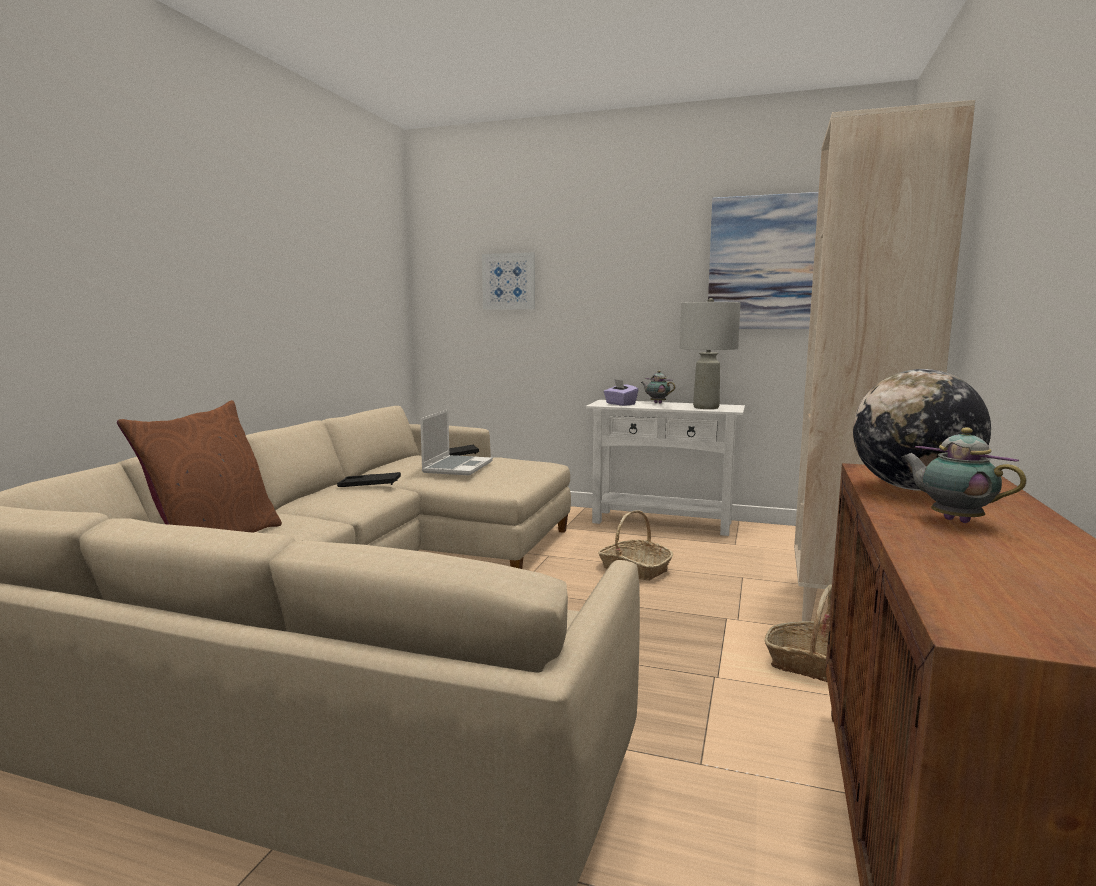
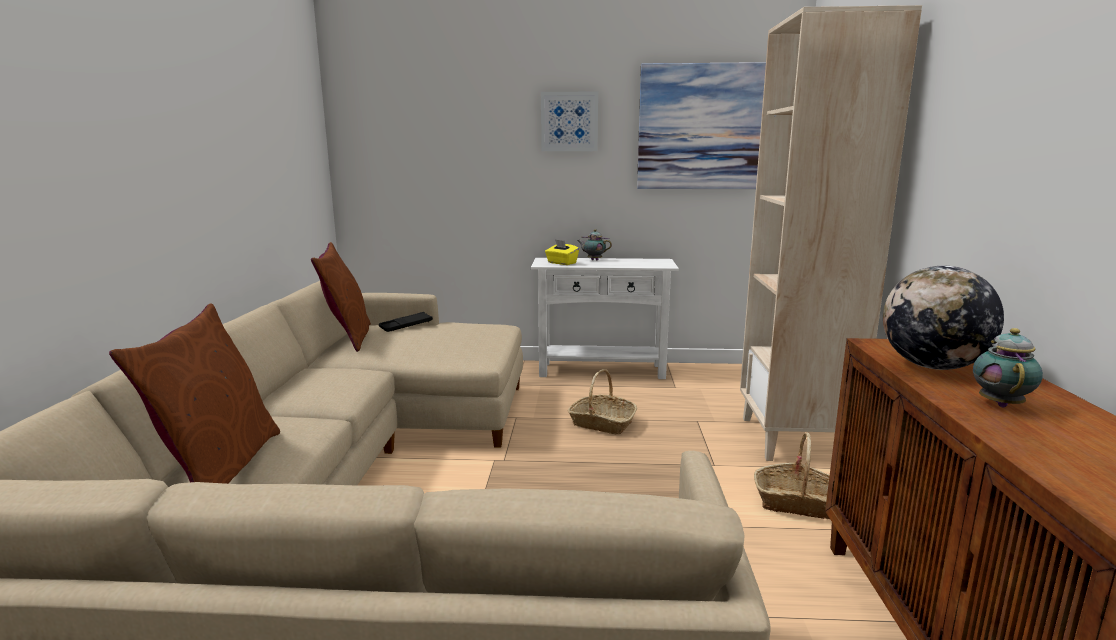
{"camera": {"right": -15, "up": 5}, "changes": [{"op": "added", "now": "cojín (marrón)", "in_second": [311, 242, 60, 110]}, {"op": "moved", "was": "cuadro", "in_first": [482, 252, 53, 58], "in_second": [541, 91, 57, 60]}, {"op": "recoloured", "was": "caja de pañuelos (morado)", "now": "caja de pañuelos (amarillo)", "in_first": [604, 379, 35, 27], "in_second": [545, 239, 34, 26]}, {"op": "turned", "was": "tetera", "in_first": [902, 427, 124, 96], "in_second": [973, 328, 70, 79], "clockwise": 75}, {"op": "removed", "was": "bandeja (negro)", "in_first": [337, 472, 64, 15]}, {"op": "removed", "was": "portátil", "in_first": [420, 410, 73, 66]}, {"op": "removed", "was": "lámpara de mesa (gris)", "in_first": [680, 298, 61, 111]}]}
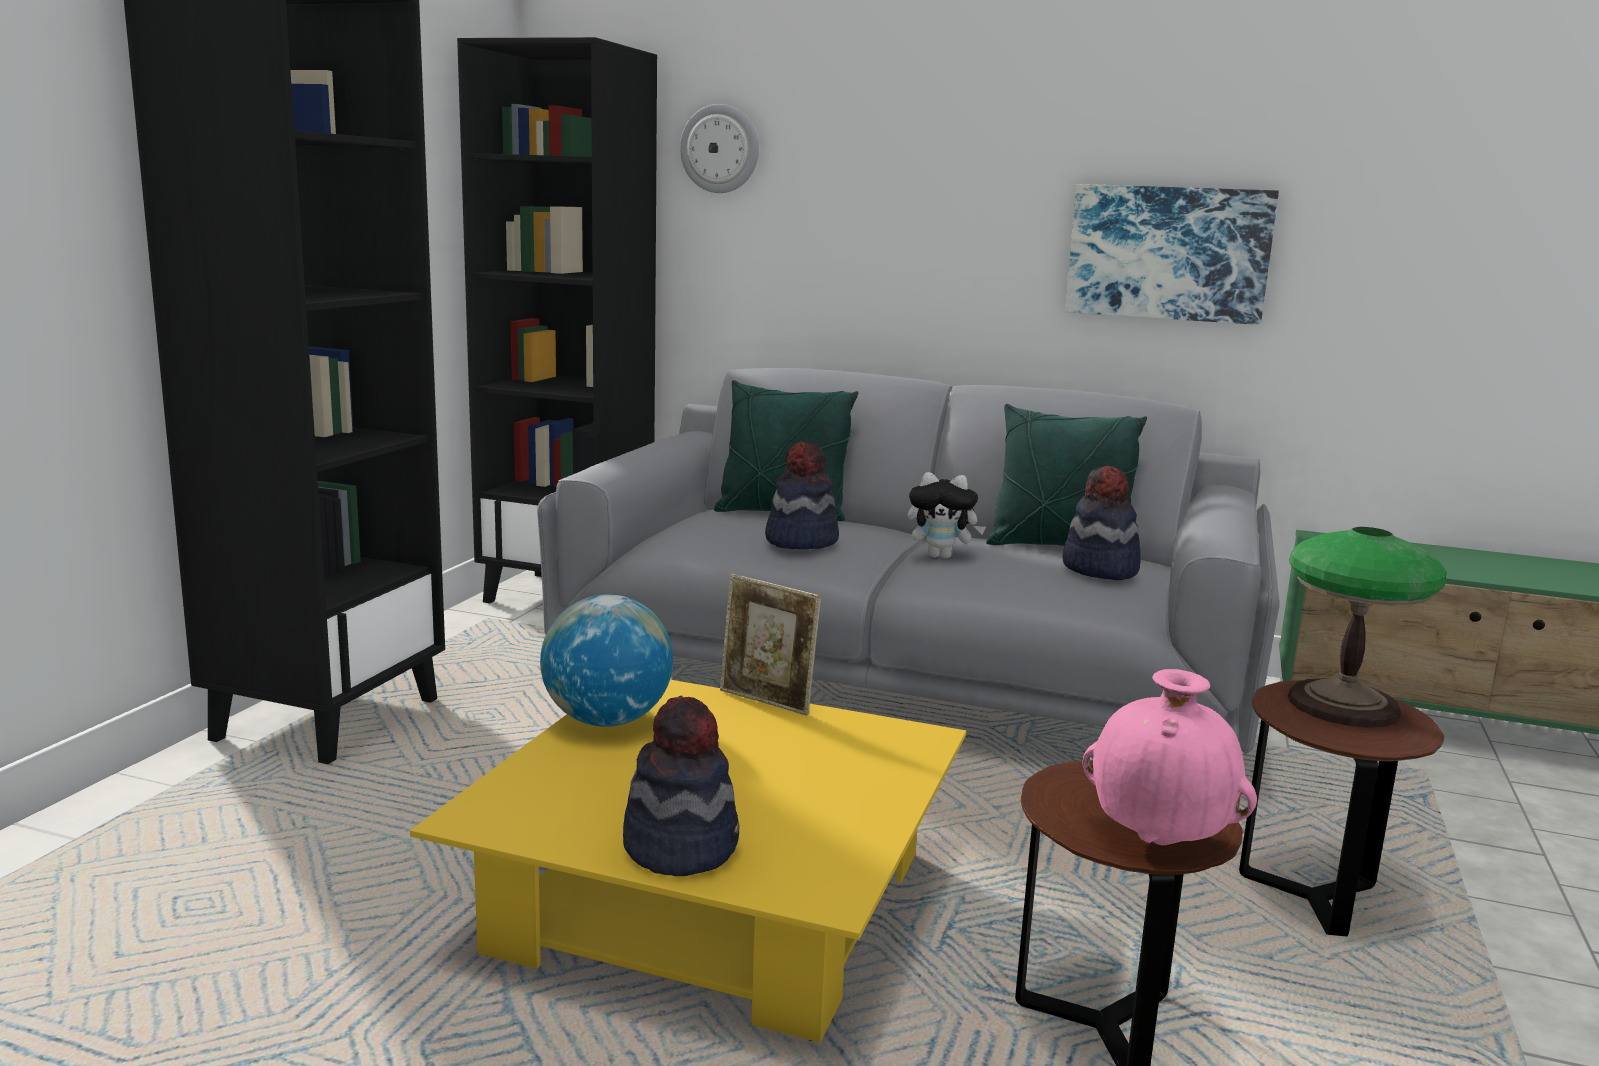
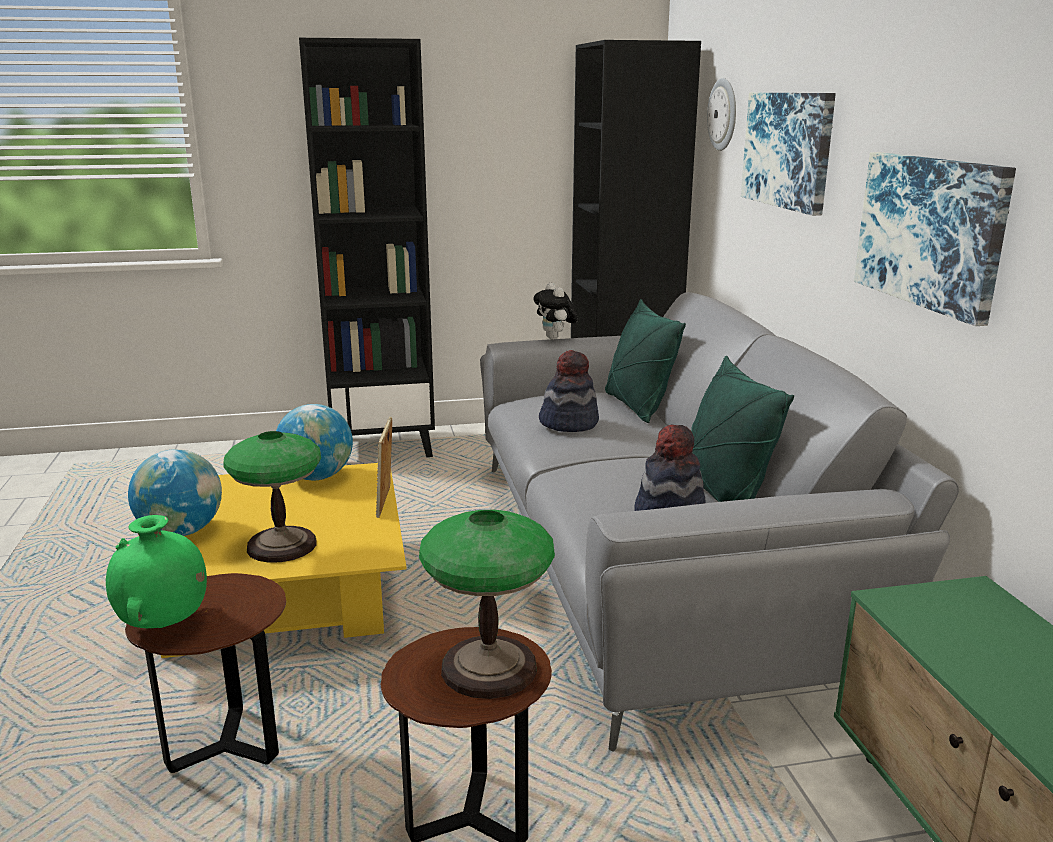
{"camera": {"right": 60, "up": 5}, "changes": [{"op": "recoloured", "was": "florero (rosa)", "now": "florero (verde)", "in_first": [1082, 669, 175, 176], "in_second": [106, 515, 101, 113]}, {"op": "replaced", "was": "sombrero", "now": "globo terráqueo", "in_first": [623, 696, 116, 180], "in_second": [128, 449, 94, 87]}, {"op": "added", "now": "lámpara de mesa", "in_second": [223, 431, 98, 132]}, {"op": "moved", "was": "peluche", "in_first": [908, 472, 78, 87], "in_second": [533, 283, 45, 57]}, {"op": "added", "now": "cuadro", "in_second": [741, 93, 95, 123]}]}
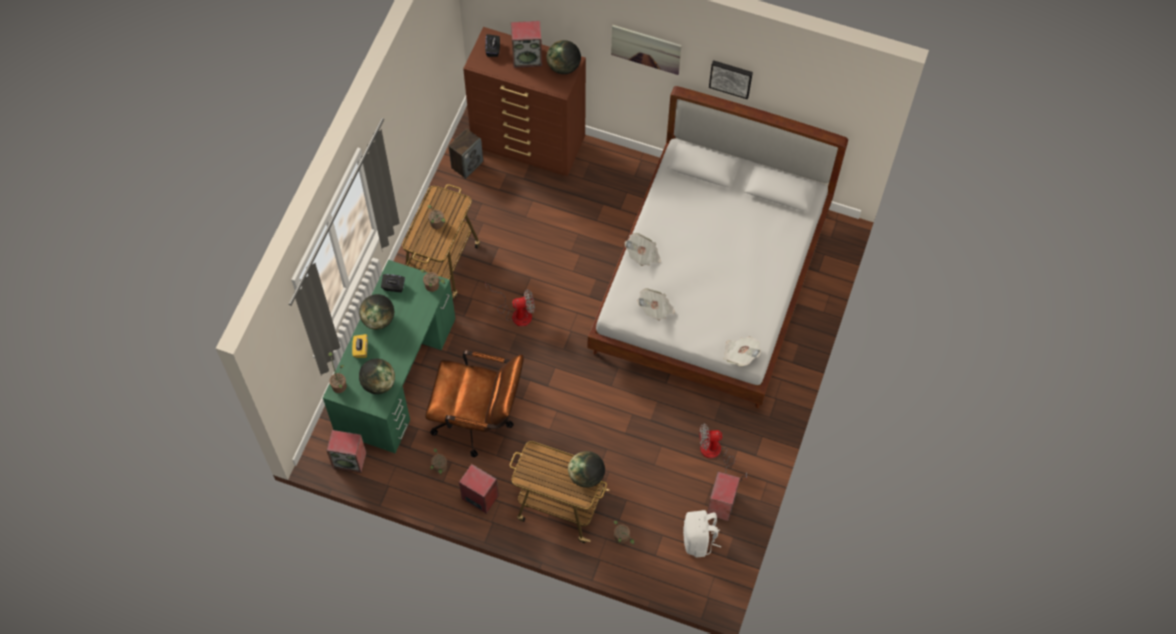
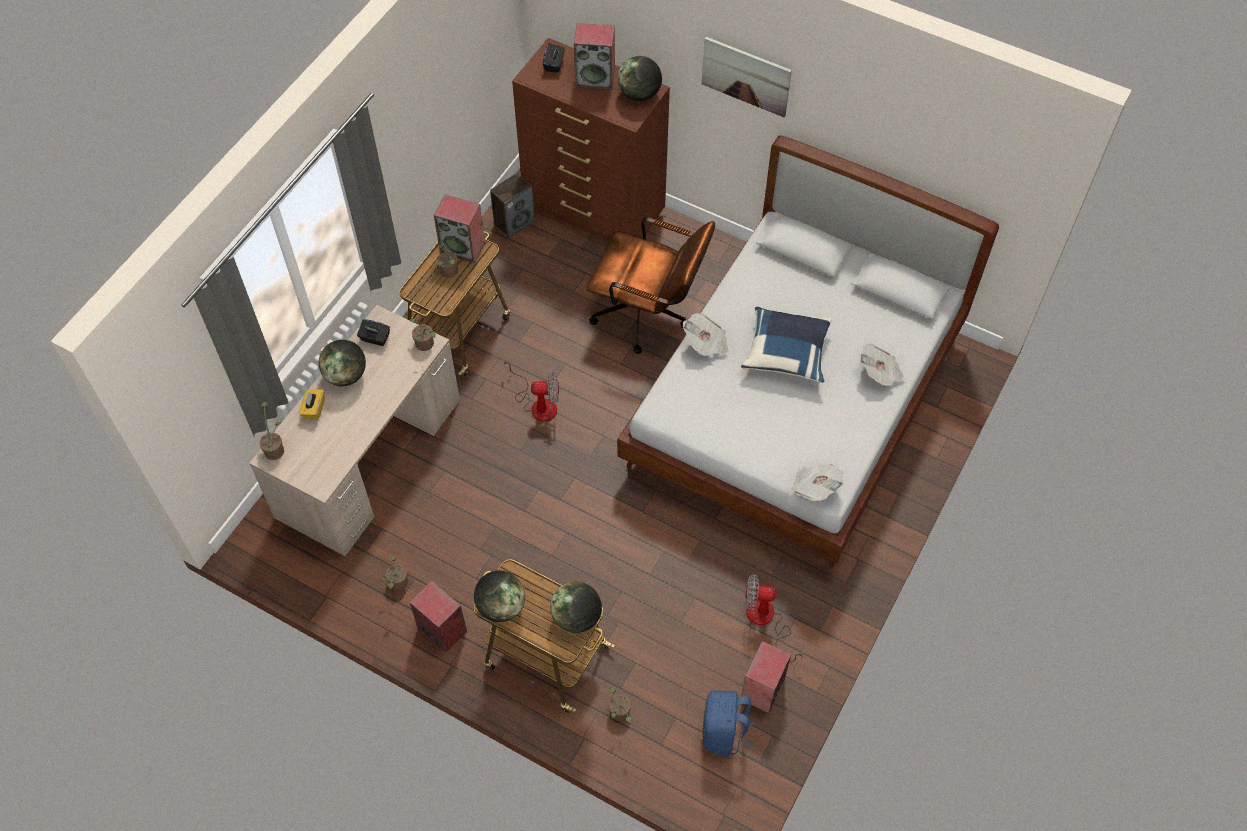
{"camera": {"right": 10, "up": -5}, "changes": [{"op": "recoloured", "was": "escritorio (verde)", "now": "escritorio (beis)", "in_first": [323, 260, 133, 193], "in_second": [249, 305, 211, 251]}, {"op": "moved", "was": "altavoz", "in_first": [326, 430, 41, 43], "in_second": [434, 194, 51, 69]}, {"op": "moved", "was": "globo terráqueo", "in_first": [359, 359, 36, 35], "in_second": [474, 571, 51, 51]}, {"op": "moved", "was": "silla de oficina (marrón)", "in_first": [425, 350, 99, 107], "in_second": [586, 217, 129, 137]}, {"op": "recoloured", "was": "mochila (blanco)", "now": "mochila (azul)", "in_first": [683, 510, 38, 47], "in_second": [703, 691, 52, 66]}, {"op": "added", "now": "cojín (azul)", "in_second": [741, 307, 91, 76]}, {"op": "moved", "was": "periódico", "in_first": [637, 288, 38, 33], "in_second": [858, 344, 48, 42]}, {"op": "removed", "was": "cuadro", "in_first": [709, 60, 44, 39]}]}
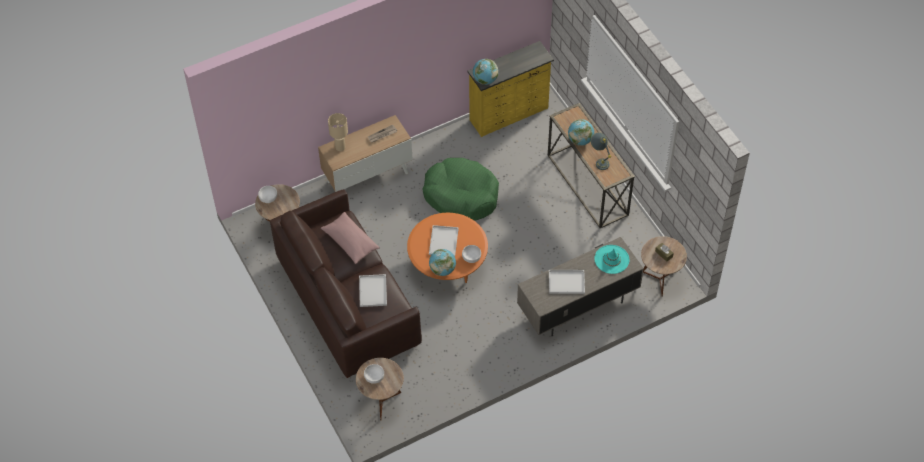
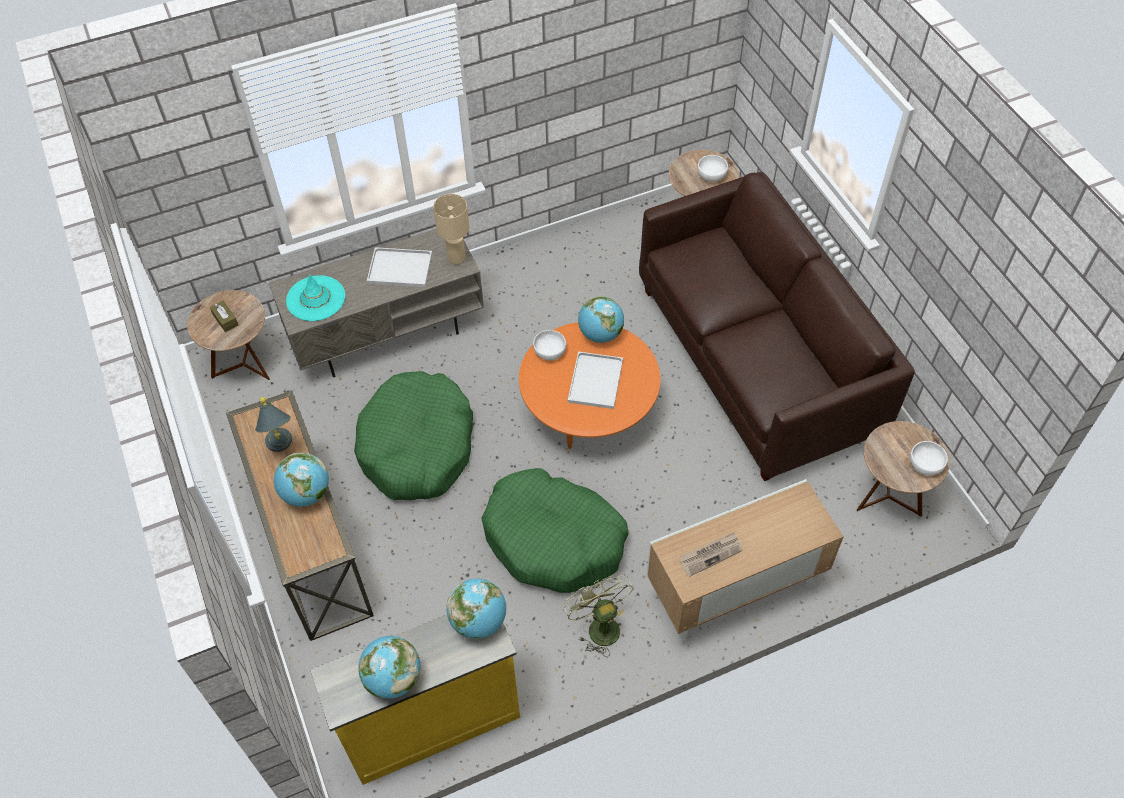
{"camera": {"right": -175, "up": 0}, "changes": [{"op": "added", "now": "cama para perro (verde)", "in_second": [354, 371, 119, 129]}, {"op": "added", "now": "globo terráqueo", "in_second": [358, 636, 63, 63]}, {"op": "moved", "was": "lámpara de mesa (beis)", "in_first": [328, 113, 20, 38], "in_second": [433, 194, 36, 71]}, {"op": "added", "now": "ventilador (verde)", "in_second": [564, 574, 70, 83]}, {"op": "removed", "was": "cojín (rosa)", "in_first": [321, 212, 59, 52]}, {"op": "removed", "was": "bandeja (blanco)", "in_first": [359, 274, 28, 33]}]}
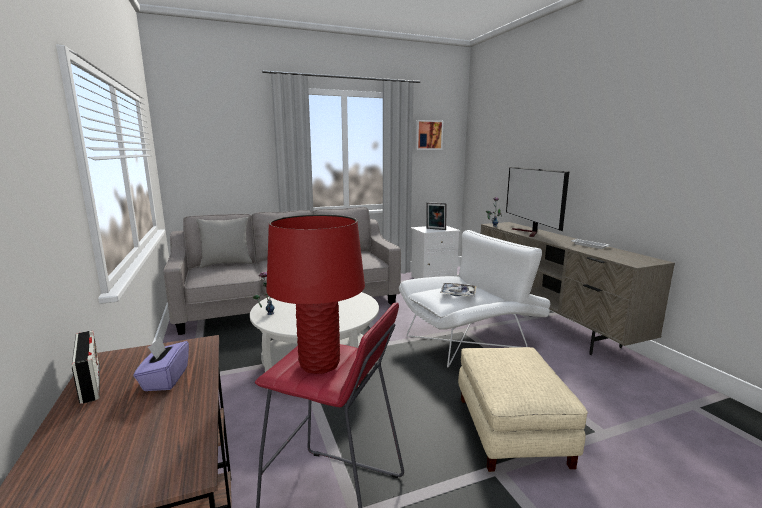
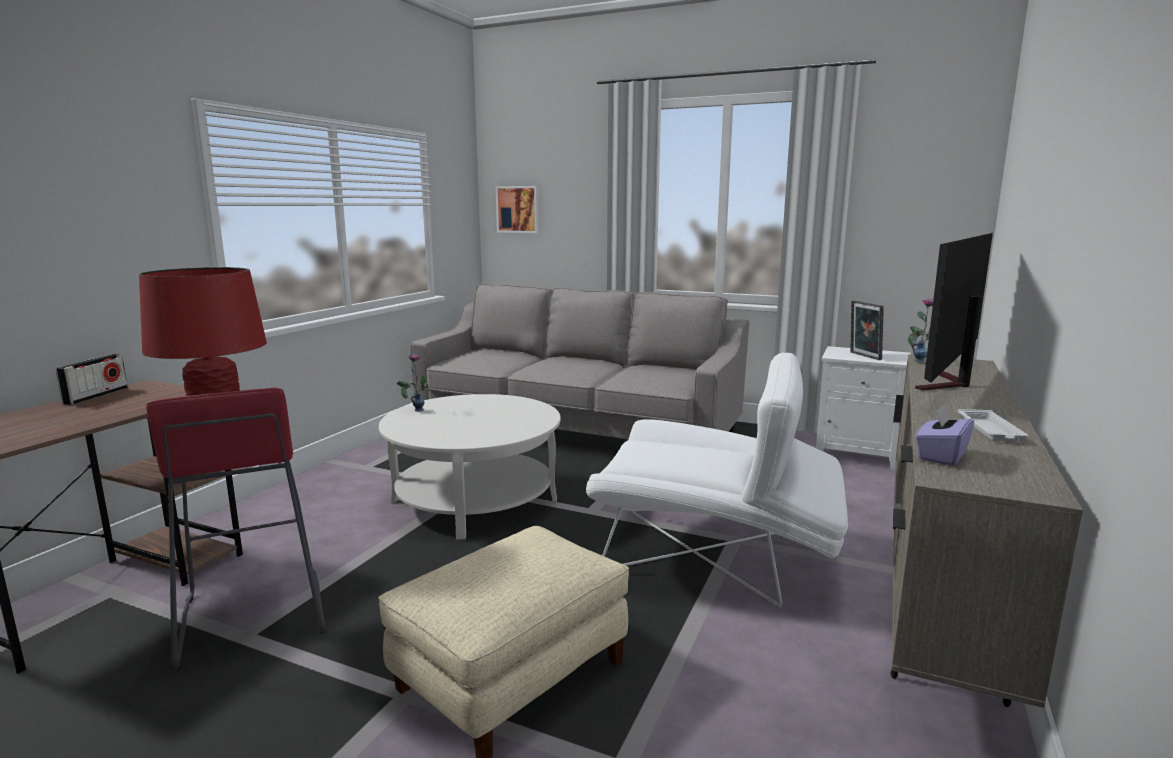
{"camera": {"right": 45, "up": 0}, "changes": [{"op": "moved", "was": "cuadro", "in_first": [416, 120, 27, 30], "in_second": [496, 186, 43, 47]}, {"op": "moved", "was": "caja de pañuelos (morado)", "in_first": [134, 337, 55, 54], "in_second": [915, 404, 59, 62]}, {"op": "removed", "was": "cojín (gris)", "in_first": [196, 217, 56, 51]}, {"op": "removed", "was": "bandeja", "in_first": [440, 283, 36, 13]}]}
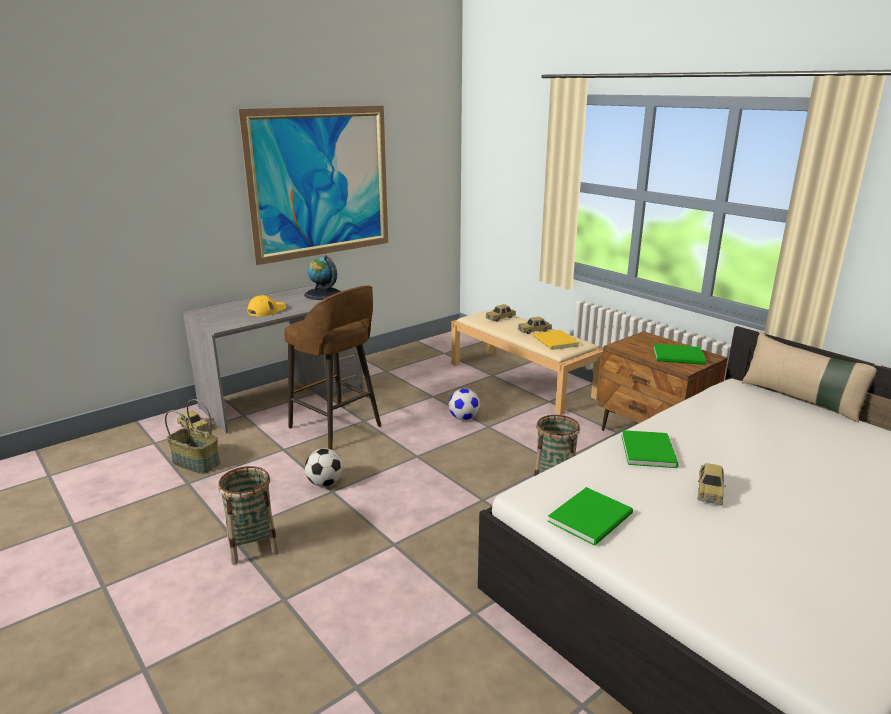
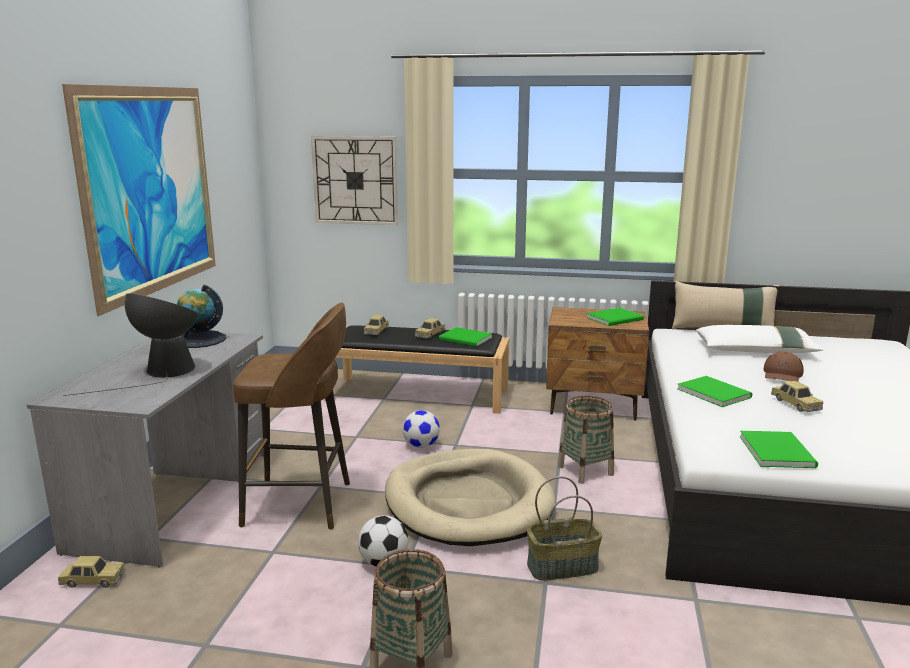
{"camera": {"right": -40, "up": -5}, "changes": [{"op": "replaced", "was": "gorra (amarillo)", "now": "lámpara de mesa", "in_first": [247, 295, 39, 22], "in_second": [63, 293, 136, 103]}, {"op": "added", "now": "reloj de pared", "in_second": [311, 136, 87, 89]}, {"op": "recoloured", "was": "banco (beis)", "now": "banco (negro)", "in_first": [451, 309, 152, 106], "in_second": [325, 325, 184, 89]}, {"op": "added", "now": "cama para perro (beis)", "in_second": [385, 449, 171, 97]}, {"op": "recoloured", "was": "libro (amarillo)", "now": "libro (verde)", "in_first": [533, 330, 46, 20], "in_second": [439, 327, 53, 20]}, {"op": "moved", "was": "cesta", "in_first": [165, 399, 55, 75], "in_second": [527, 476, 75, 105]}, {"op": "added", "now": "cojín (blanco)", "in_second": [696, 325, 128, 28]}, {"op": "added", "now": "gorra (marrón)", "in_second": [763, 351, 41, 31]}]}
